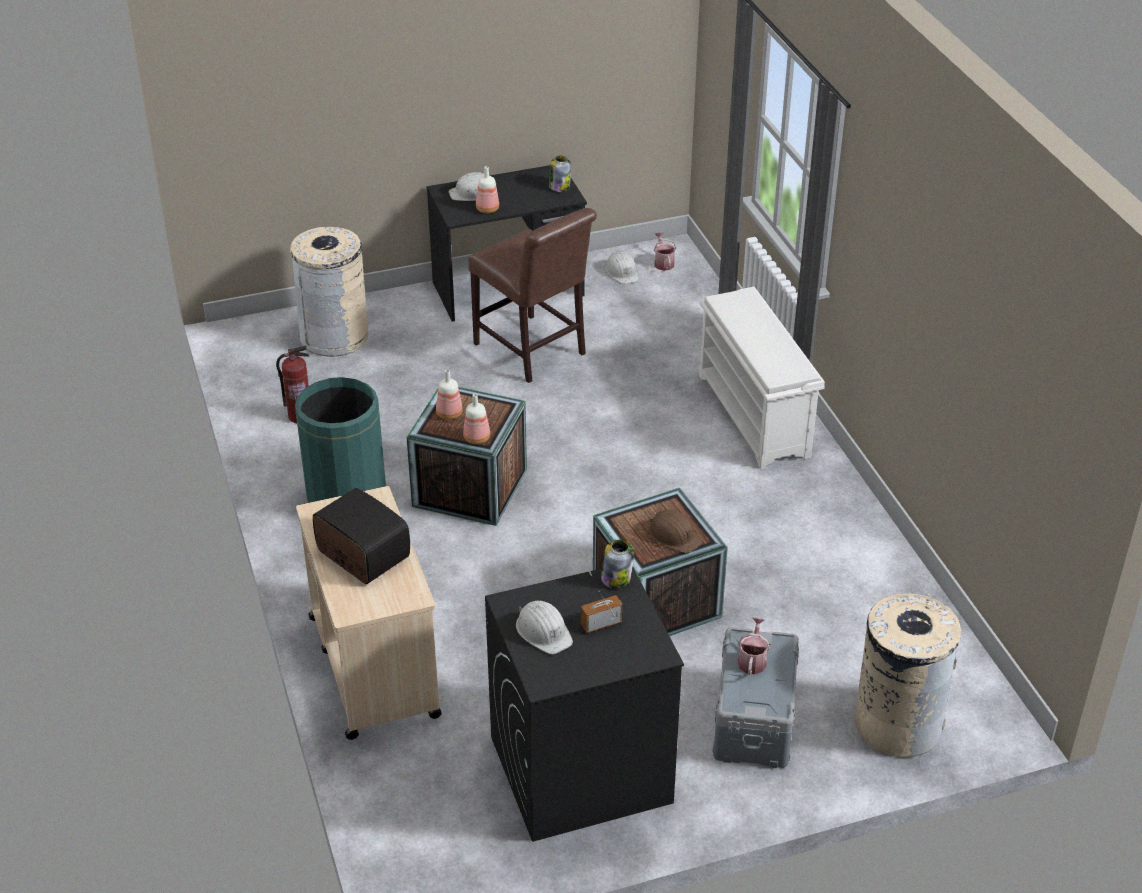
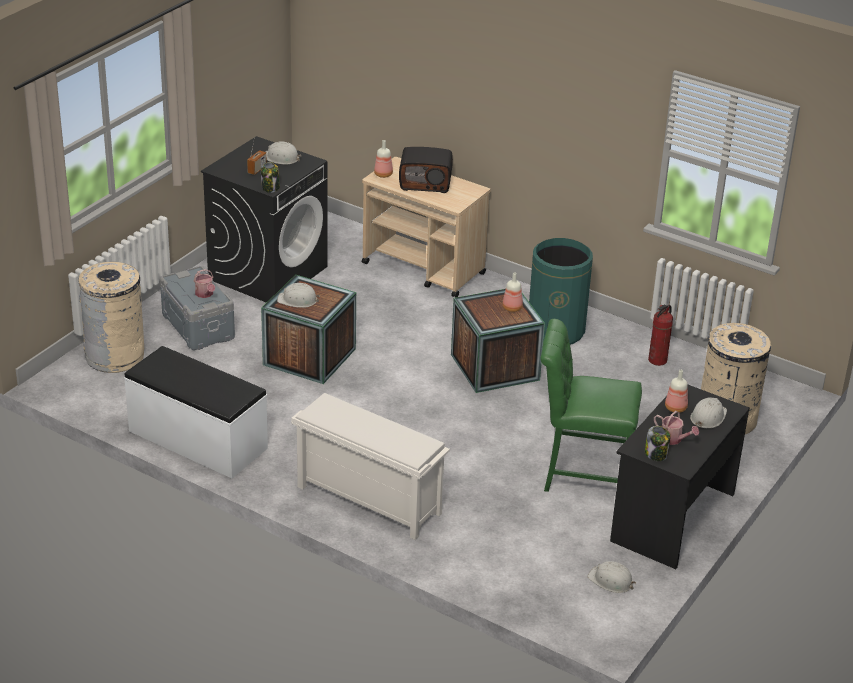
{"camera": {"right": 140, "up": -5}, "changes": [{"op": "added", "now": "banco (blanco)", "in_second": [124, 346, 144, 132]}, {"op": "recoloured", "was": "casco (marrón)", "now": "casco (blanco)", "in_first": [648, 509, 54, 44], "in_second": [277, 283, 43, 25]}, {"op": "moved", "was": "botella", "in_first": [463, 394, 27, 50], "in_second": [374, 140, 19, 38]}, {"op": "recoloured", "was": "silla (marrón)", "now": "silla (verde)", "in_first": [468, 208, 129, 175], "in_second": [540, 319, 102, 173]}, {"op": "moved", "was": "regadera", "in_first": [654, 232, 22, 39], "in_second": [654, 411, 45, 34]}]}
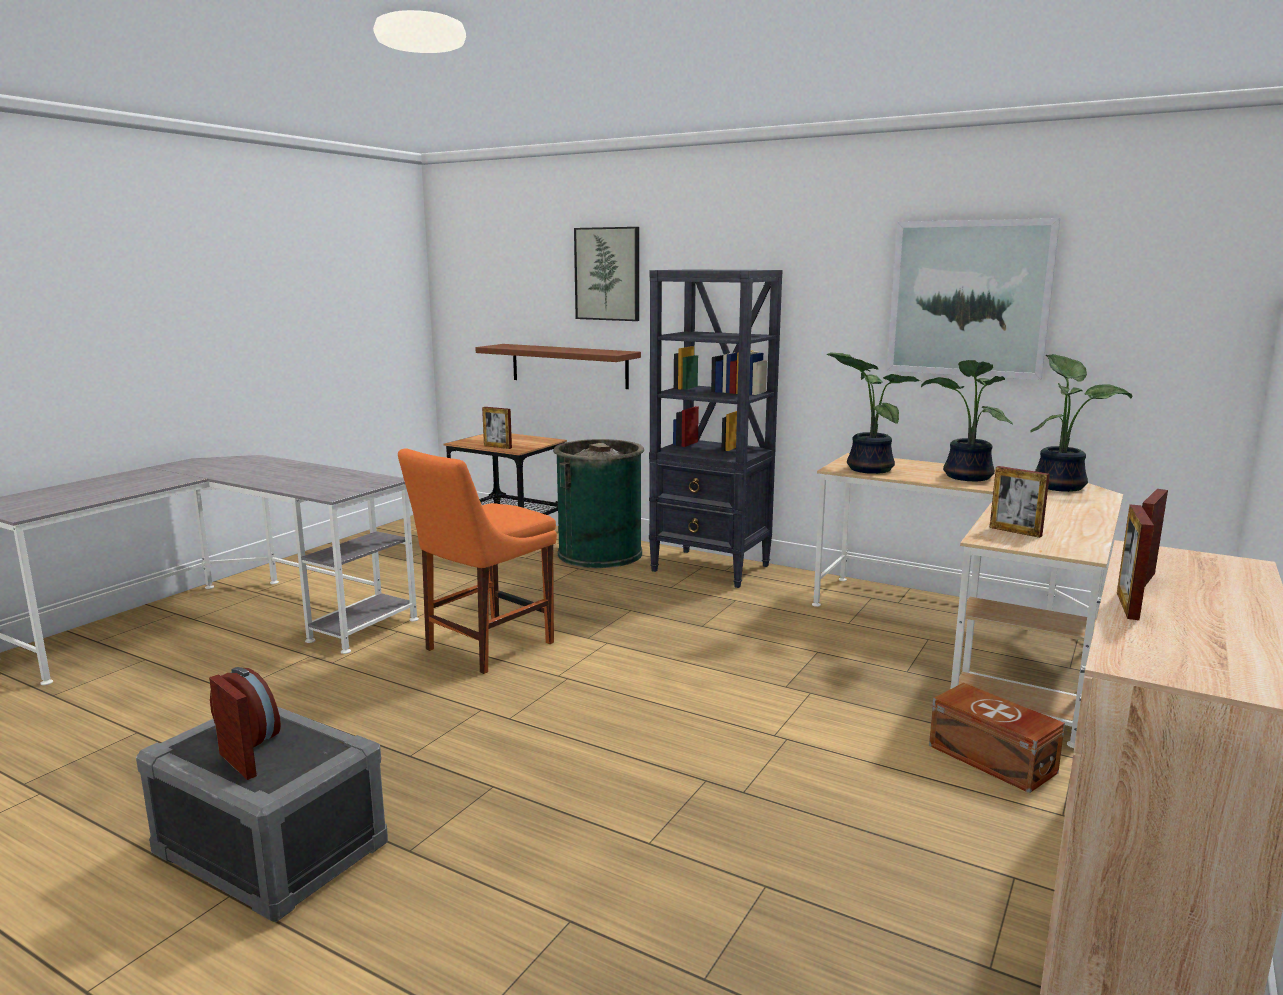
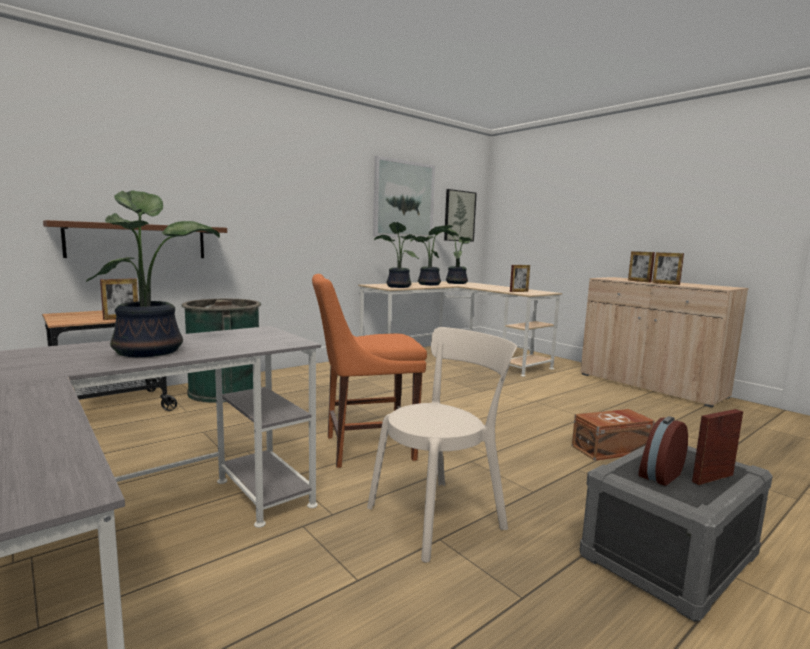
{"camera": {"right": -70, "up": -5}, "changes": [{"op": "added", "now": "planta en maceta", "in_second": [86, 190, 134, 167]}, {"op": "turned", "was": "silla (naranja)", "in_first": [398, 448, 159, 226], "in_second": [312, 274, 115, 194], "clockwise": 105}, {"op": "added", "now": "silla (beis)", "in_second": [367, 327, 150, 236]}, {"op": "moved", "was": "cuadro", "in_first": [574, 227, 65, 94], "in_second": [444, 189, 33, 52]}, {"op": "moved", "was": "caja de almacenaje (marrón)", "in_first": [929, 683, 136, 110], "in_second": [572, 409, 83, 52]}, {"op": "removed", "was": "estantería (negro)", "in_first": [649, 269, 134, 319]}]}
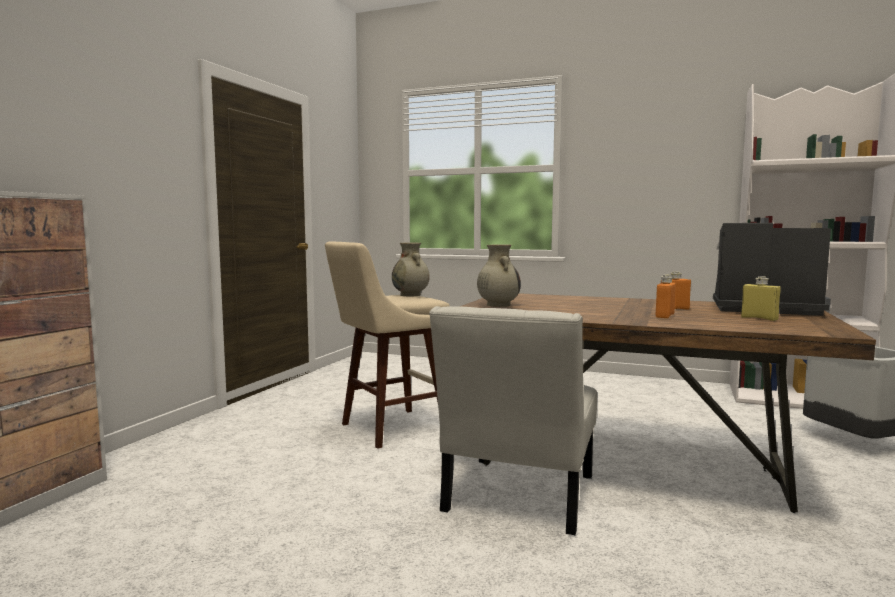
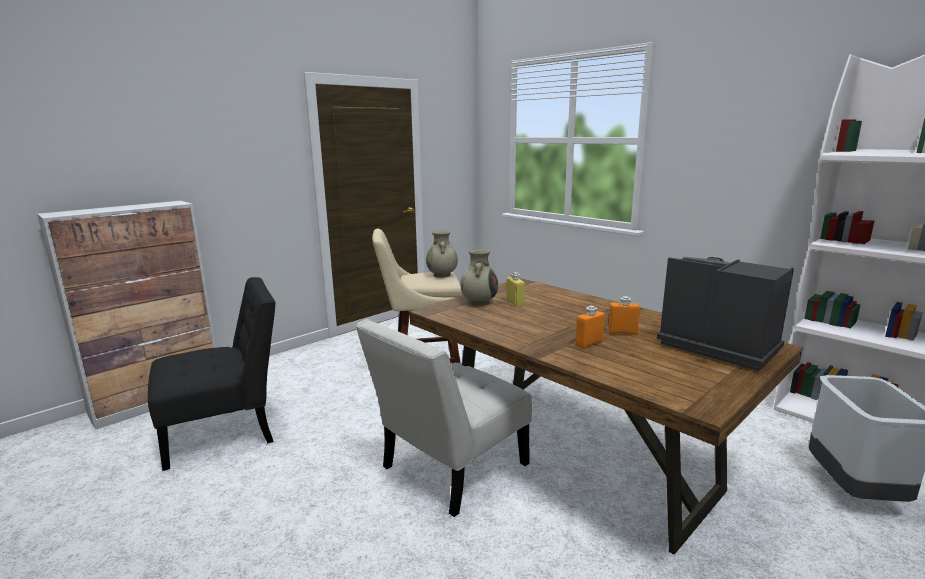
{"camera": {"right": 25, "up": 10}, "changes": [{"op": "added", "now": "silla (negro)", "in_second": [148, 277, 128, 194]}, {"op": "moved", "was": "botella (amarillo)", "in_first": [741, 276, 40, 45], "in_second": [506, 272, 19, 36]}]}
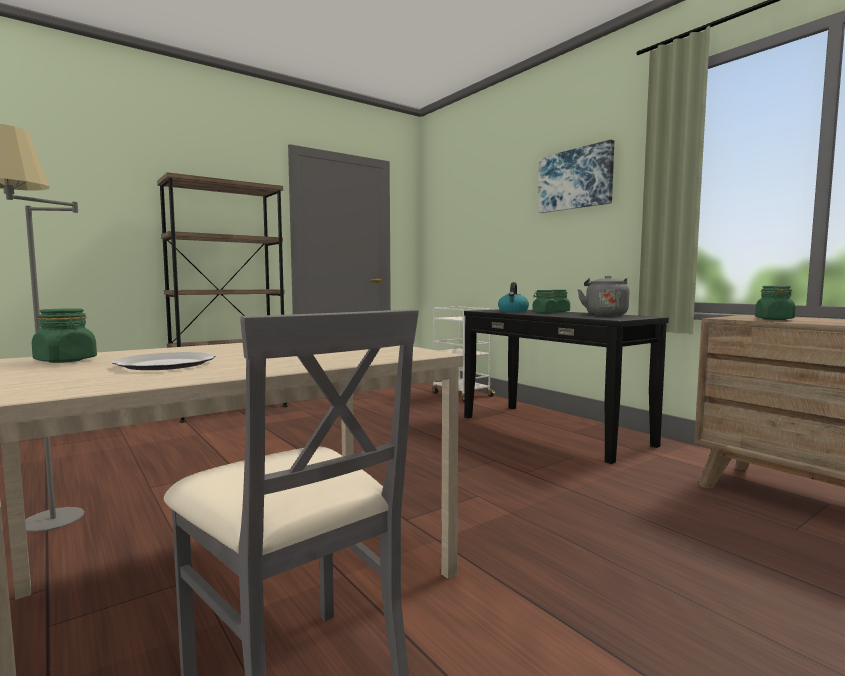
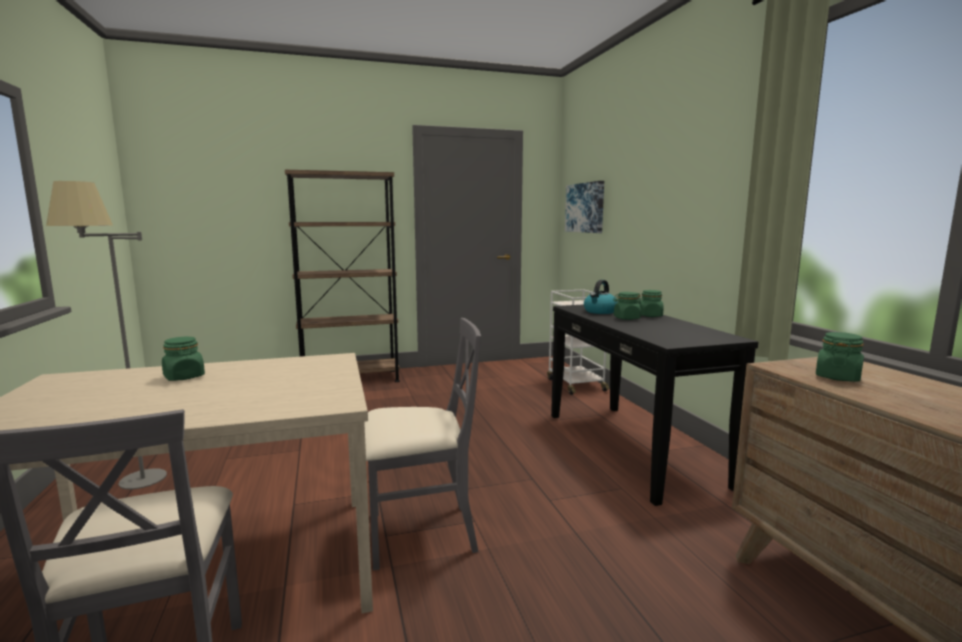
{"camera": {"right": 20, "up": 5}, "changes": [{"op": "moved", "was": "tarro (verde)", "in_first": [32, 308, 65, 55], "in_second": [162, 337, 43, 44]}, {"op": "added", "now": "silla (gris)", "in_second": [364, 318, 117, 252]}, {"op": "moved", "was": "cuadro", "in_first": [538, 140, 76, 73], "in_second": [565, 181, 39, 52]}, {"op": "removed", "was": "plato", "in_first": [112, 352, 103, 18]}, {"op": "removed", "was": "hervidor (gris)", "in_first": [578, 275, 51, 41]}]}
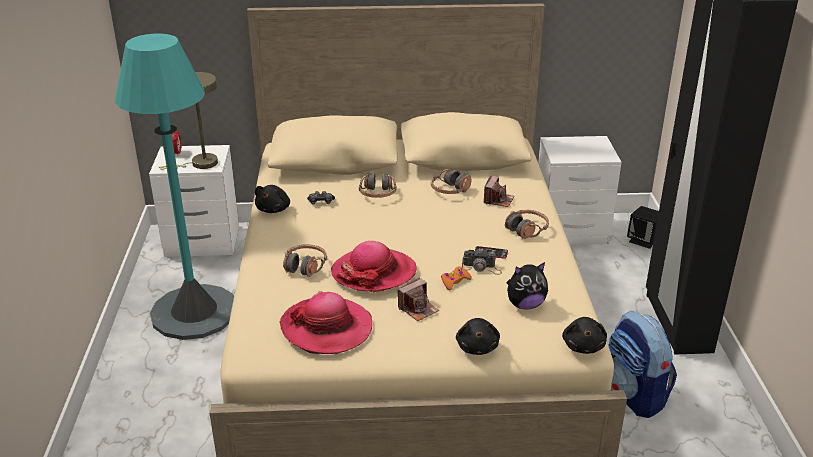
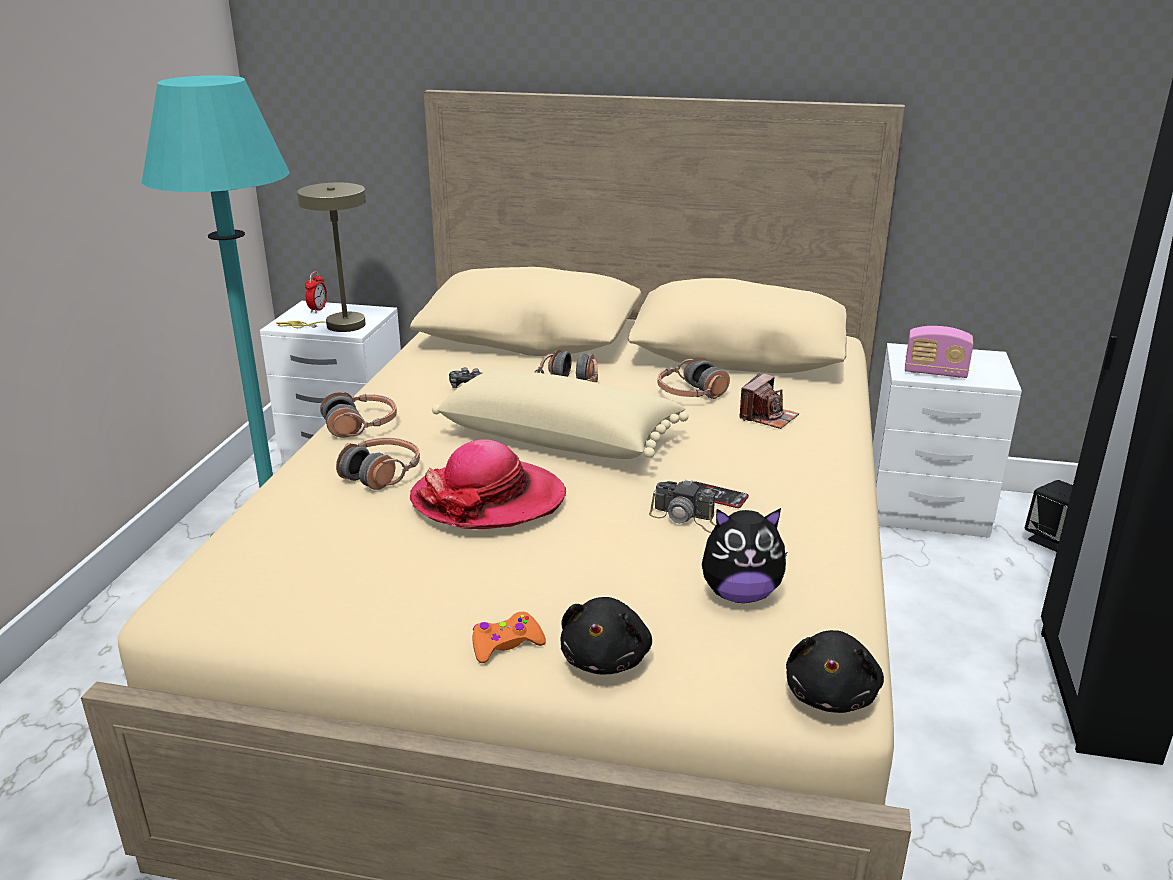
{"camera": {"right": 15, "up": -5}, "changes": [{"op": "moved", "was": "auriculares", "in_first": [505, 210, 44, 29], "in_second": [320, 392, 77, 46]}, {"op": "added", "now": "cojín (beis)", "in_second": [432, 369, 257, 90]}, {"op": "moved", "was": "mando de consola (naranja)", "in_first": [441, 267, 31, 23], "in_second": [472, 612, 74, 51]}, {"op": "added", "now": "radio", "in_second": [905, 326, 68, 52]}, {"op": "removed", "was": "peluche (negro)", "in_first": [255, 185, 35, 28]}, {"op": "removed", "was": "sombrero", "in_first": [279, 291, 93, 63]}, {"op": "removed", "was": "cámara", "in_first": [398, 278, 41, 43]}, {"op": "removed", "was": "mochila", "in_first": [608, 311, 69, 107]}]}
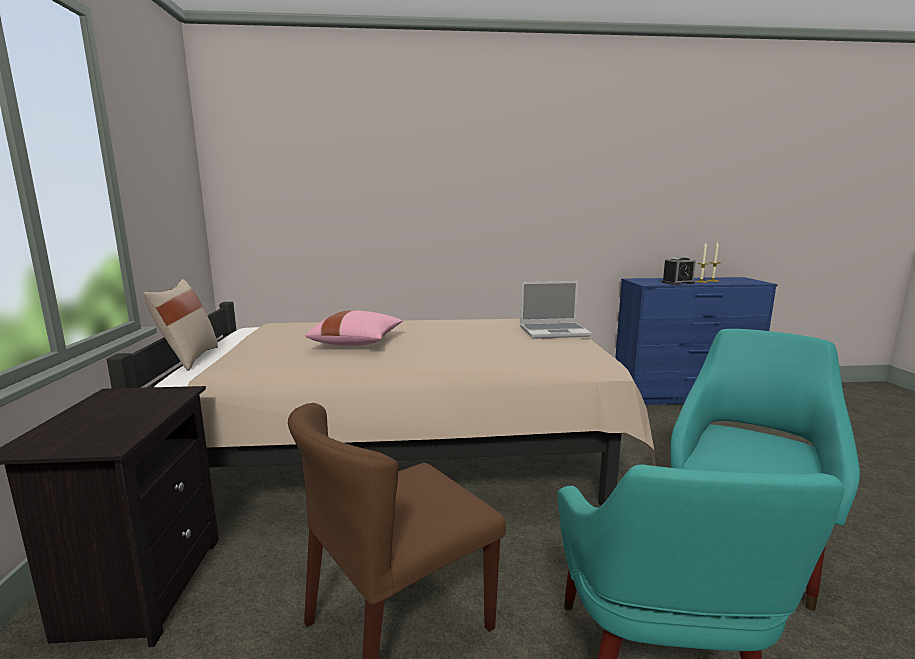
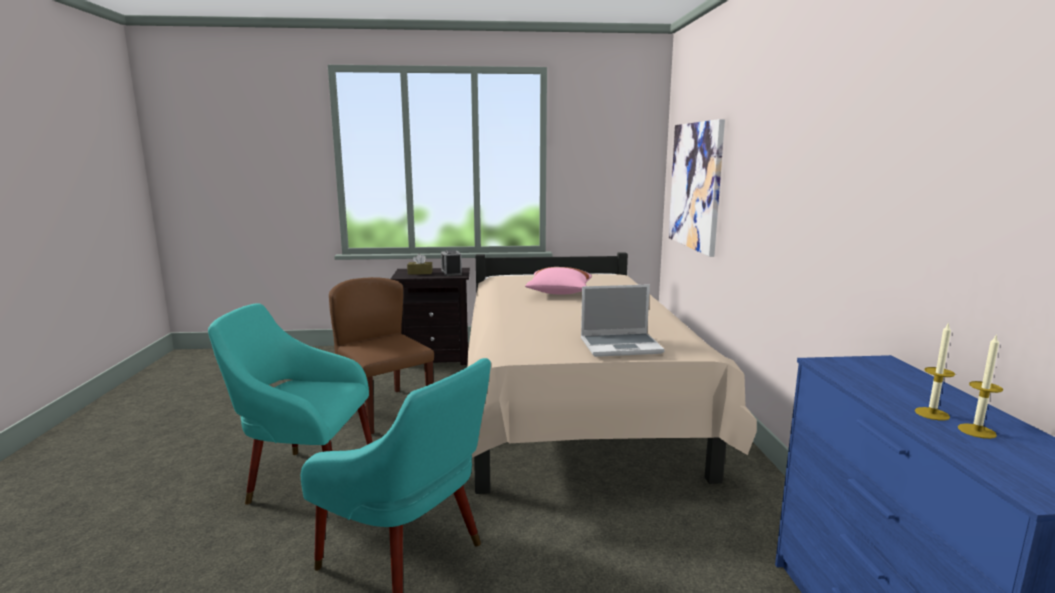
{"camera": {"right": 90, "up": 0}, "changes": [{"op": "added", "now": "caja de pañuelos (marrón)", "in_second": [407, 254, 25, 21]}, {"op": "moved", "was": "despertador", "in_first": [662, 257, 34, 28], "in_second": [441, 250, 21, 26]}, {"op": "turned", "was": "portátil", "in_first": [520, 281, 72, 58], "in_second": [581, 284, 84, 73], "clockwise": -90}, {"op": "added", "now": "cuadro", "in_second": [668, 119, 57, 138]}, {"op": "removed", "was": "cojín (beis)", "in_first": [143, 279, 75, 92]}]}
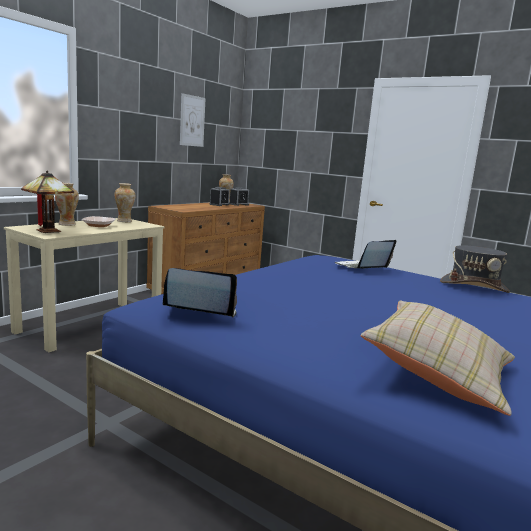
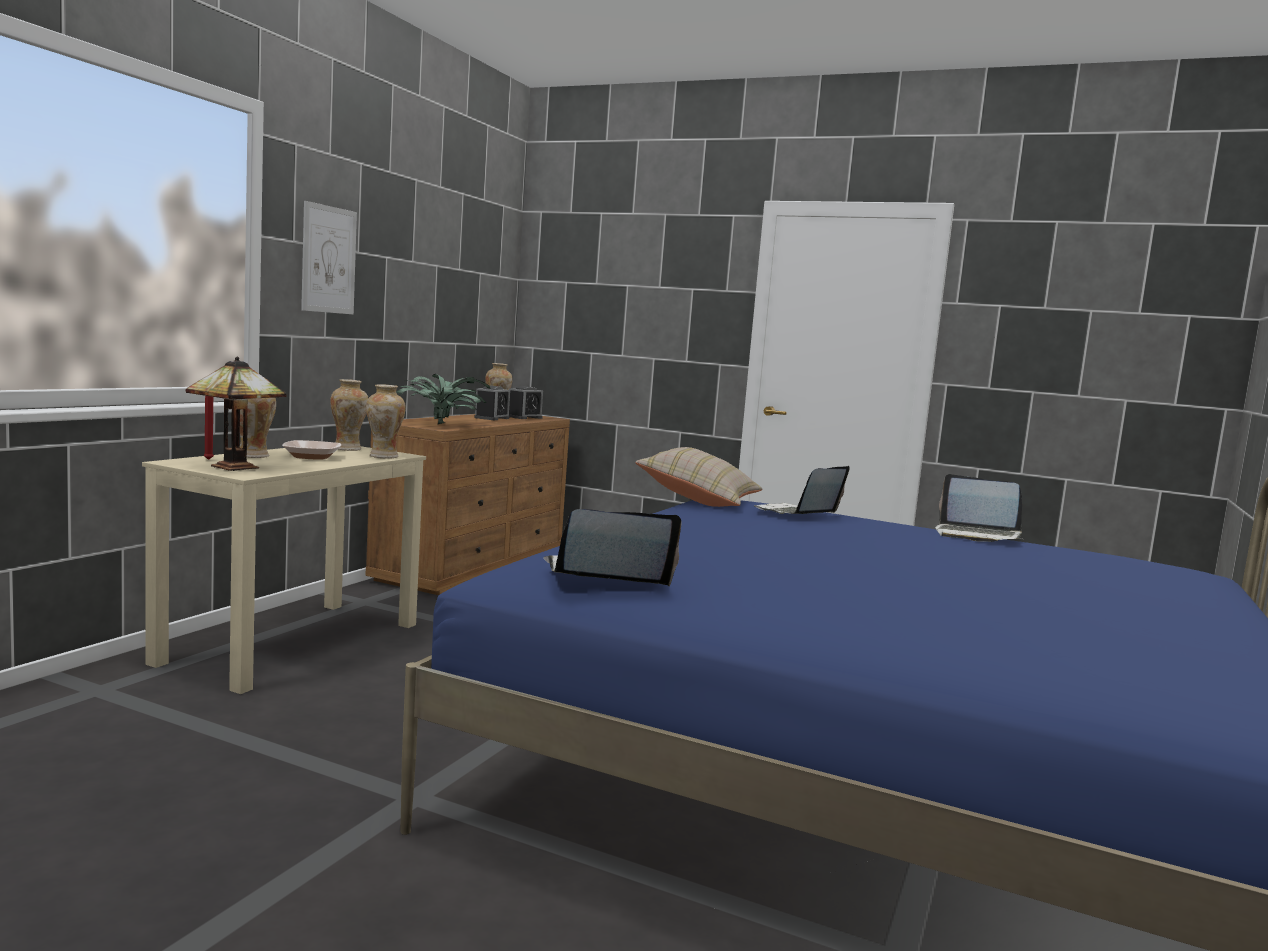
{"camera": {"right": -10, "up": -5}, "changes": [{"op": "moved", "was": "cuadro", "in_first": [180, 93, 26, 54], "in_second": [301, 201, 56, 114]}, {"op": "added", "now": "florero", "in_second": [366, 384, 40, 75]}, {"op": "added", "now": "planta en maceta", "in_second": [396, 374, 94, 50]}, {"op": "moved", "was": "cojín (beis)", "in_first": [361, 301, 154, 115], "in_second": [635, 447, 127, 60]}, {"op": "replaced", "was": "sombrero (gris)", "now": "portátil", "in_first": [440, 245, 70, 48], "in_second": [935, 474, 87, 68]}]}
